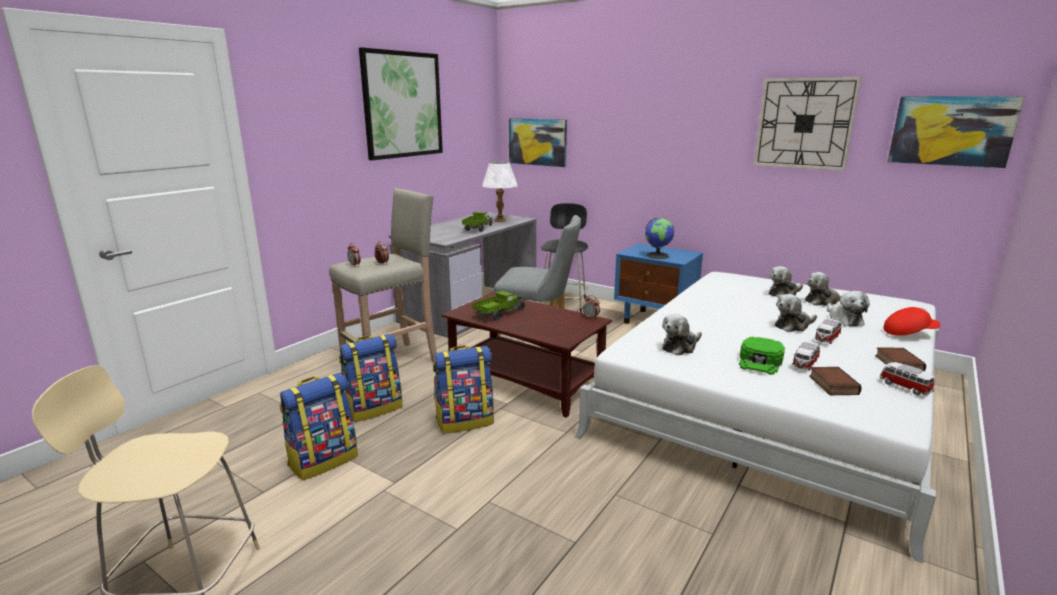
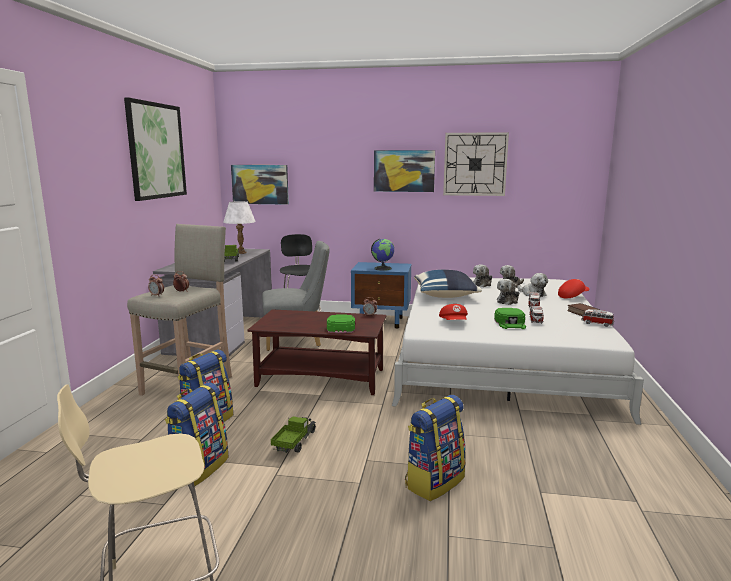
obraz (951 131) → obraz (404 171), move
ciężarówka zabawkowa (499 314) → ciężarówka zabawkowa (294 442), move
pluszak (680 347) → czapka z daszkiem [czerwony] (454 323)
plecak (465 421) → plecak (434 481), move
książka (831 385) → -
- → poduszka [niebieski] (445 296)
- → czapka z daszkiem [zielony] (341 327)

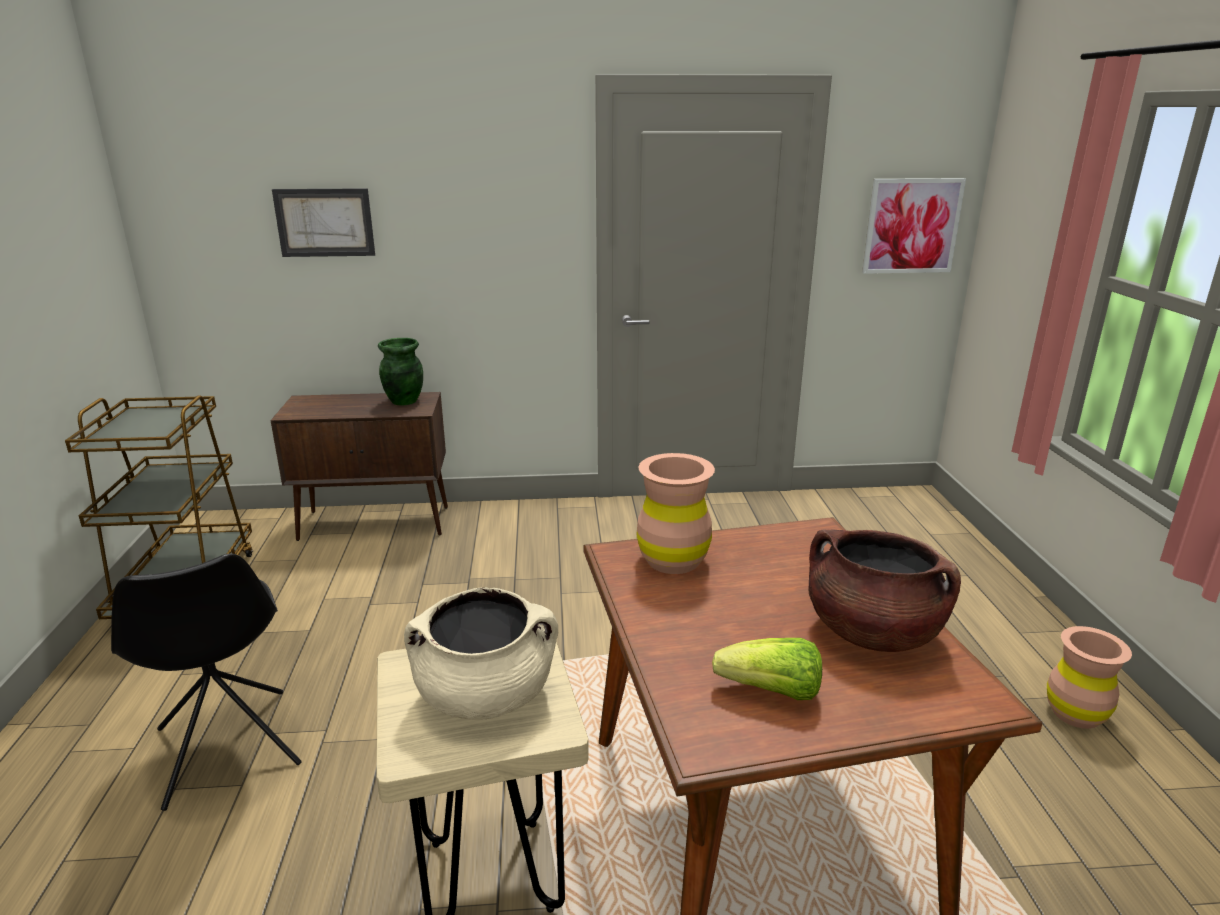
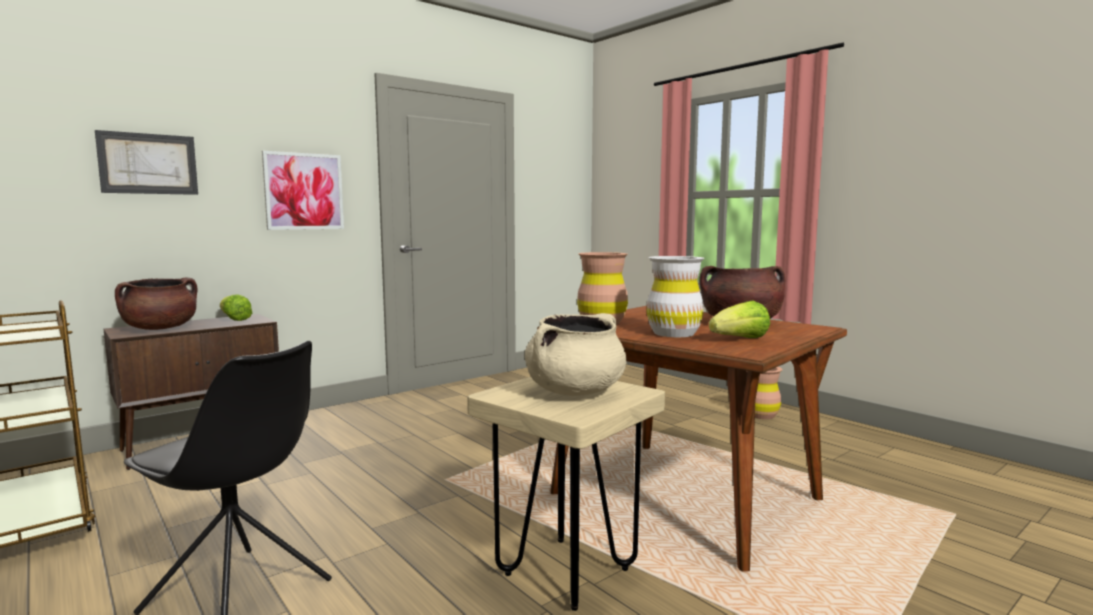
obraz (912 226) → obraz (304 191), move
wazon [zielony] (404 401) → sałata (234 319)
- → wazon [biały] (674 333)
- → garnek [brązowy] (160 328)

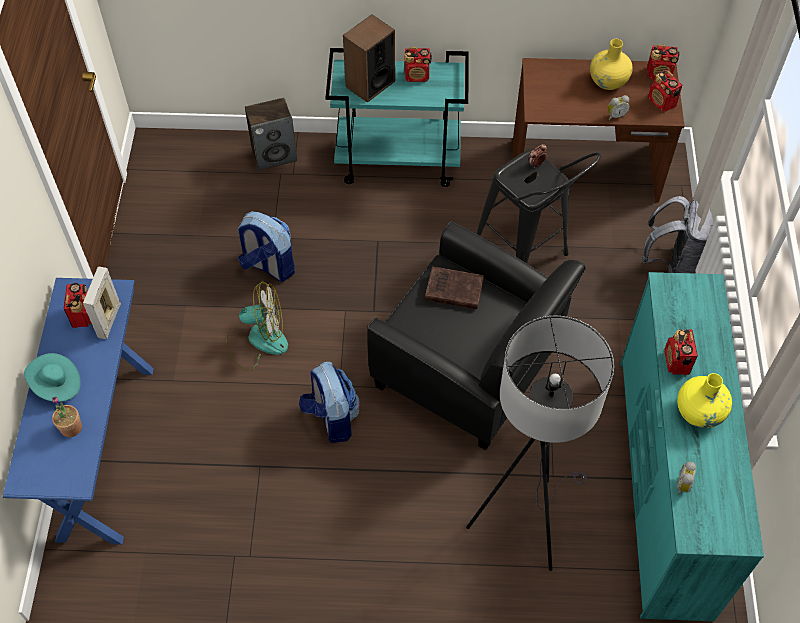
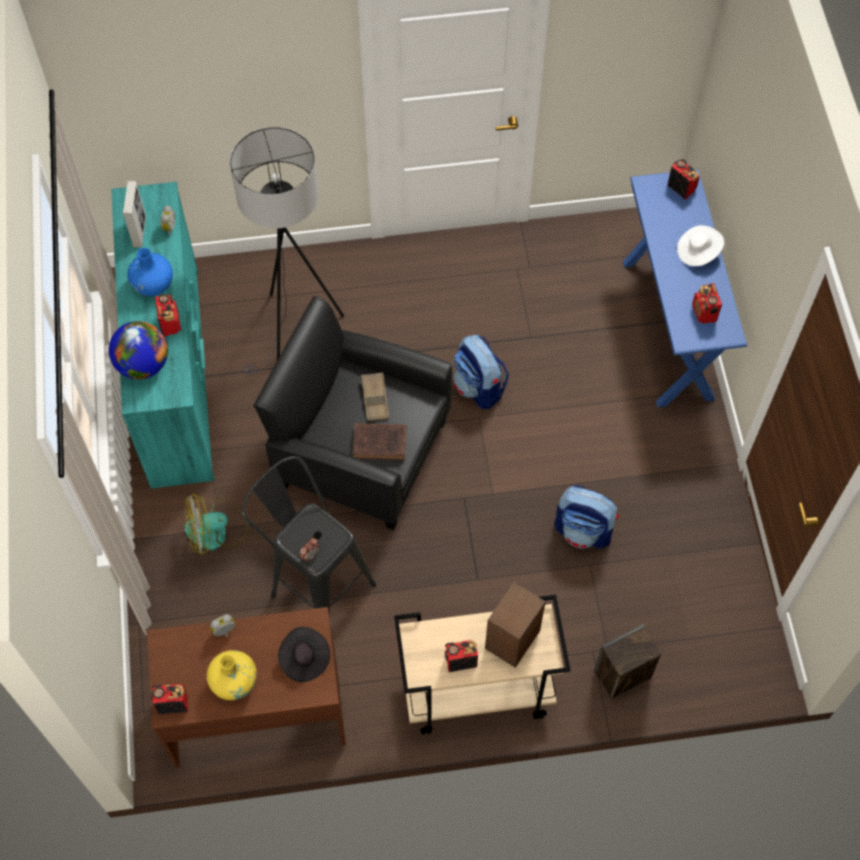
wózek [turkusowy] (399 160) → wózek [beżowy] (475 692)
radio (662 102) → radio (681 187), move
plecak [szary] (672 262) → -
ramka na zdjęcie (109 321) → ramka na zdjęcie (139 231), move
wentylator (258 340) → wentylator (216 531), move
kapelusz [turkusowy] (56 385) → kapelusz [biały] (697 252)
wazon [żółty] (699 412) → wazon [niebieski] (153 285)
roślina doniczkowa (71 428) → -
- → globus (143 364)
- → taca [brązowy] (375 399)
- → kapelusz [czarny] (304 659)

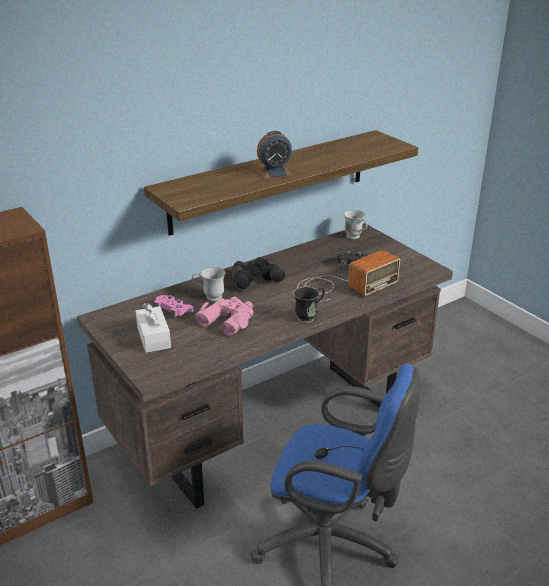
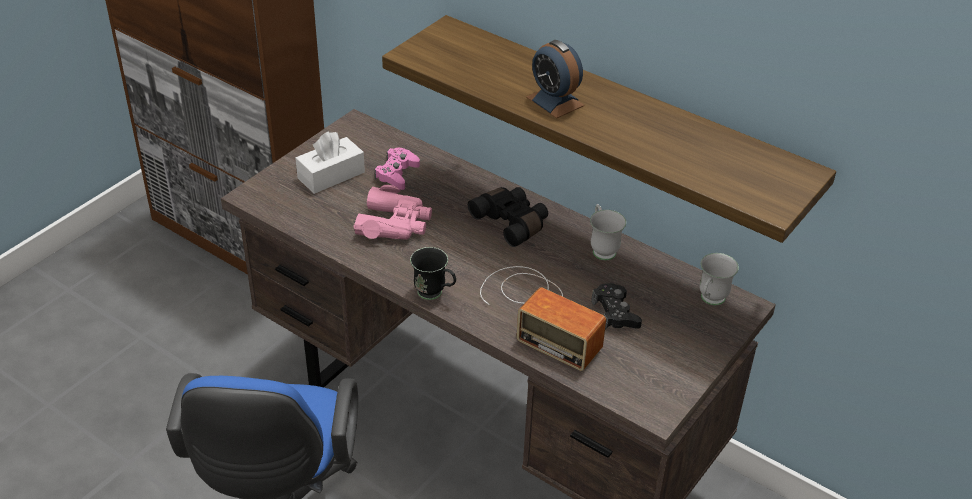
kubek [biały] (209 297) → kubek [biały] (602 248), move

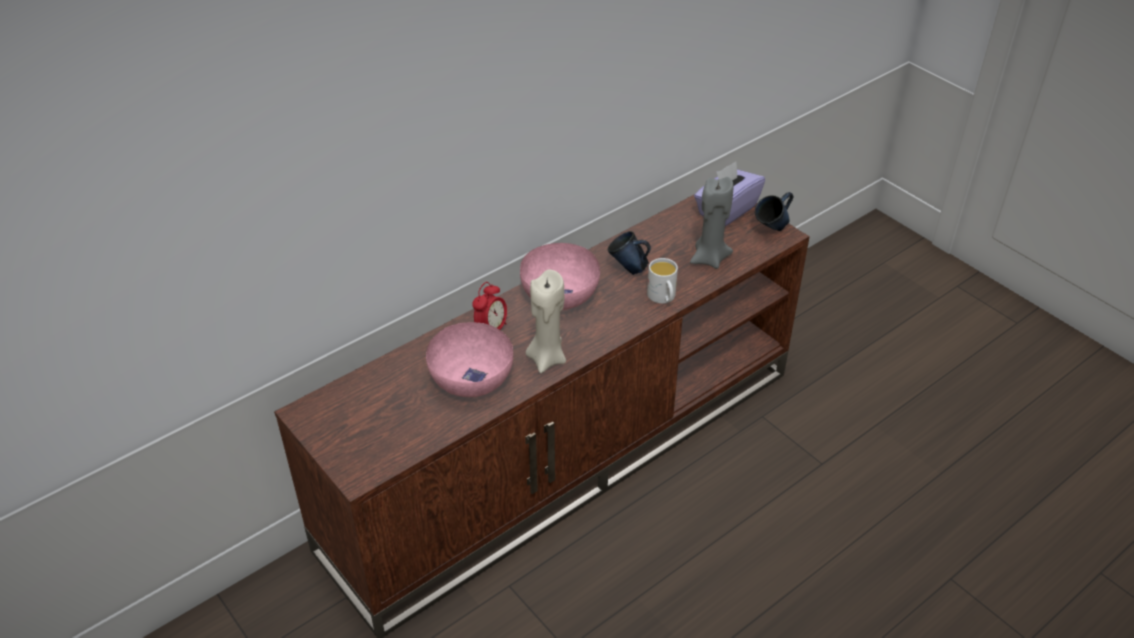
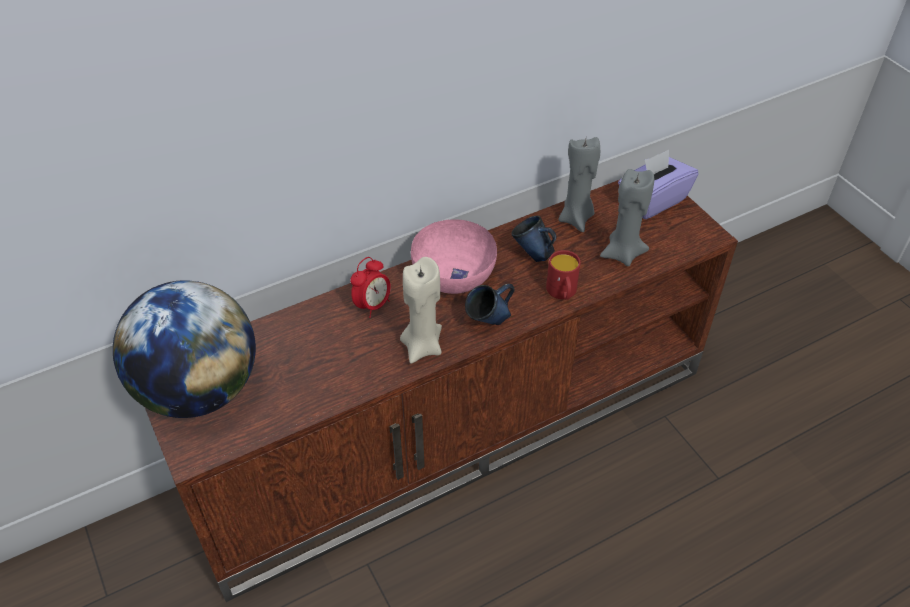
kubek [niebieski] (772 231) → kubek [niebieski] (489 323), move
kubek [biały] (663 298) → kubek [czerwony] (562 293)
miska [różowy] (470 379) → -
- → świeca [szary] (576 218)
- → globus (199 390)

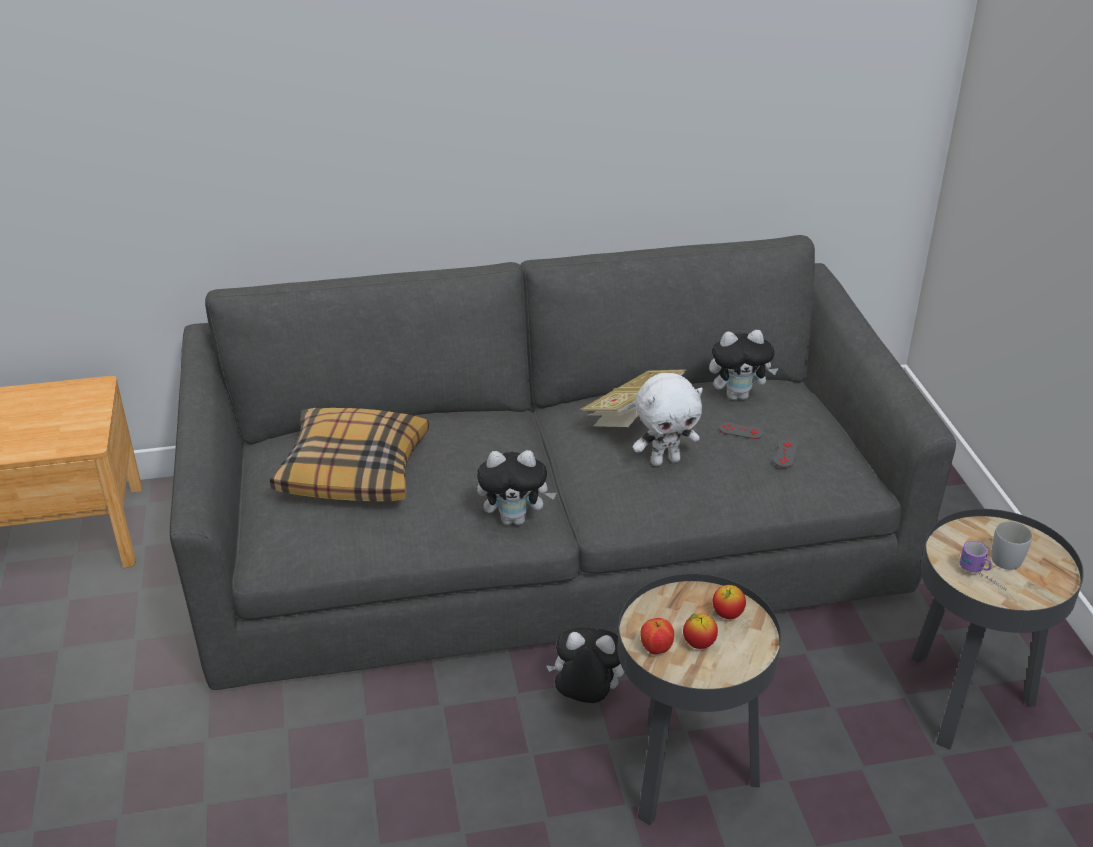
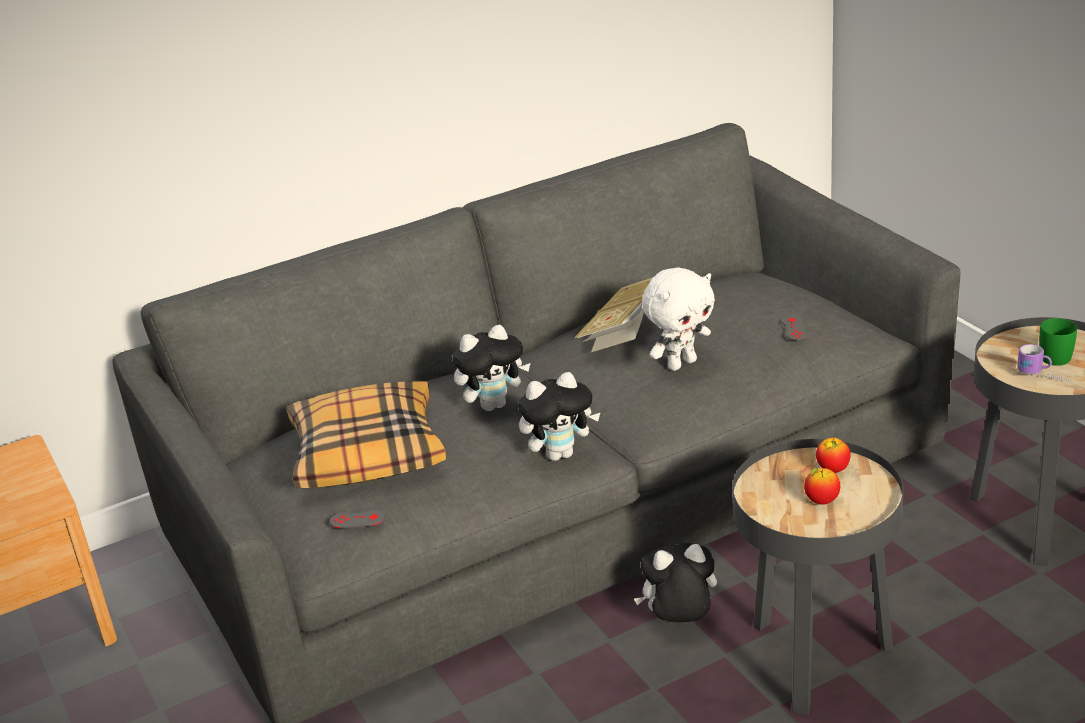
pluszak (738 395) → pluszak (494 404), move
pad do gier [szary] (740 431) → pad do gier [szary] (357 519), move
kubek [biały] (1008 556) → kubek [zielony] (1055 355)
jabłko (656 649) → -

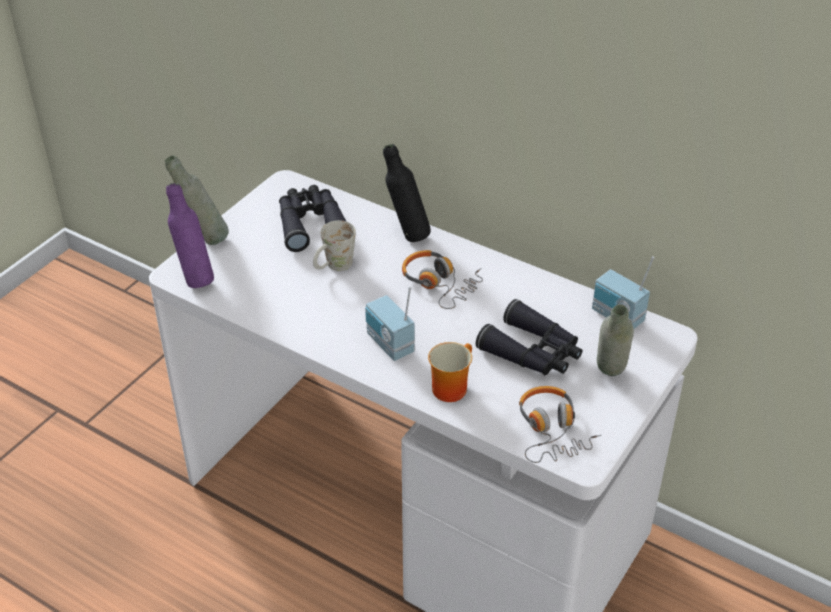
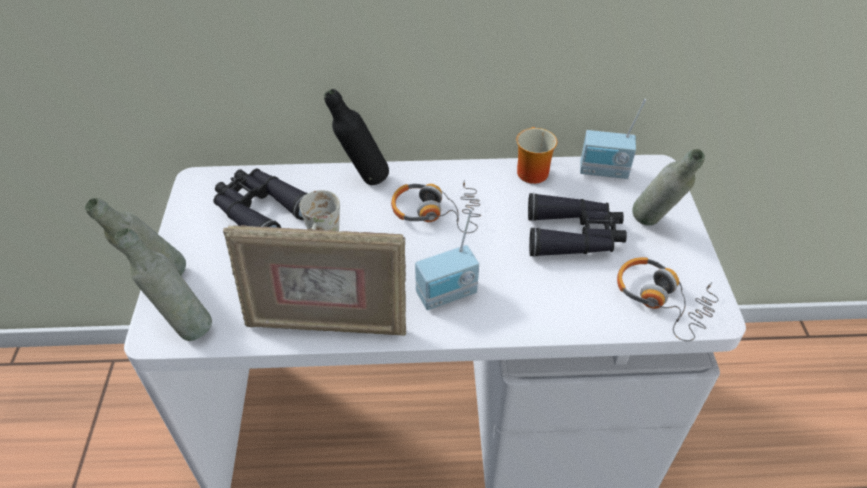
butelka [fioletowy] (195 278) → butelka [szary] (183 327)
radio (388 345) → radio (447 295), 45 degrees counterclockwise
kubek (449 386) → kubek (529 170), move
- → ramka na zdjęcie (327 324)

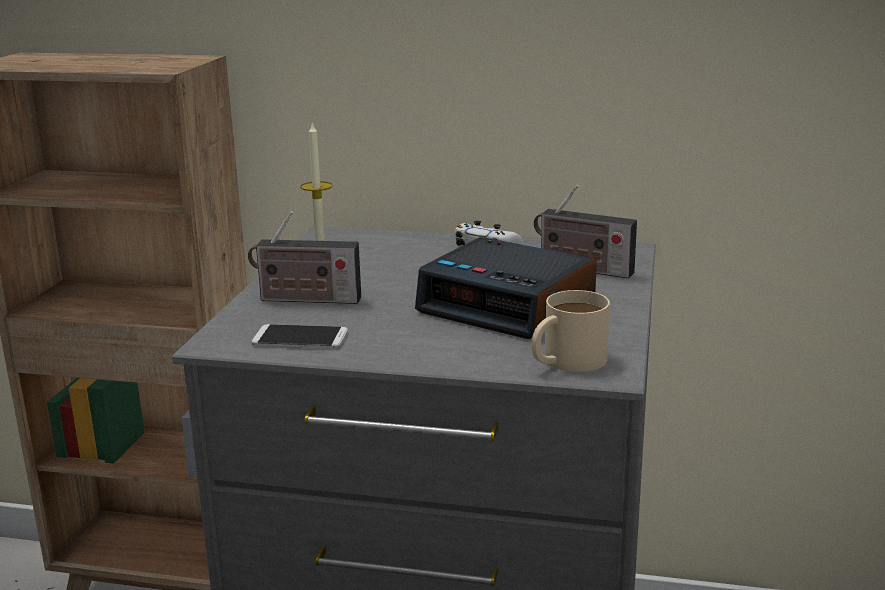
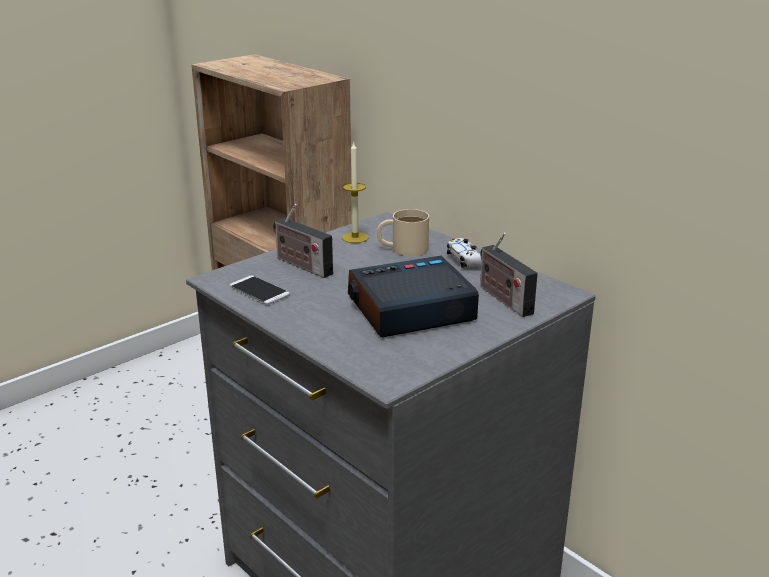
budzik (509 305) → budzik (409 310), 90 degrees clockwise
kubek [beżowy] (566 362) → kubek [beżowy] (402 249), move

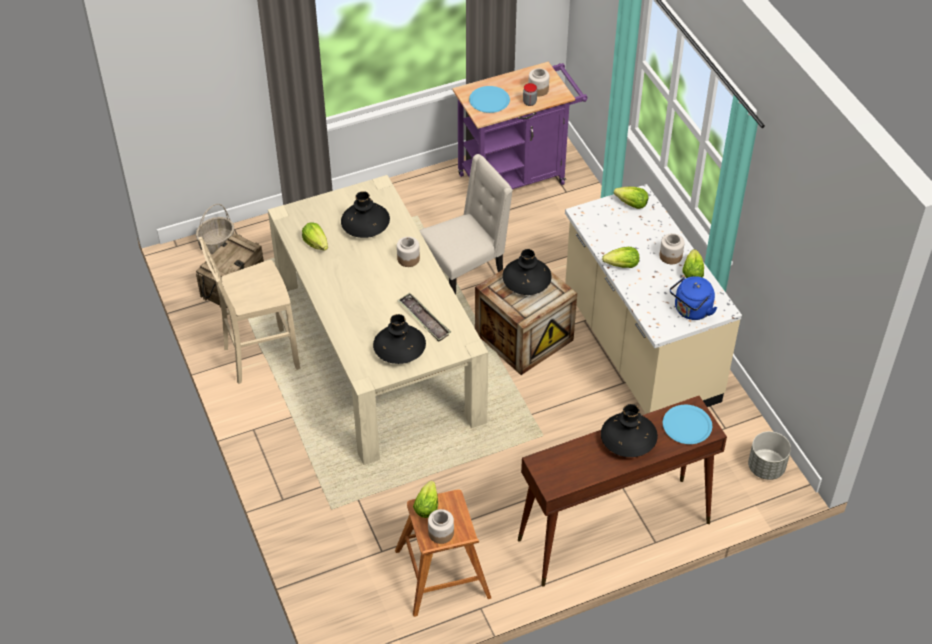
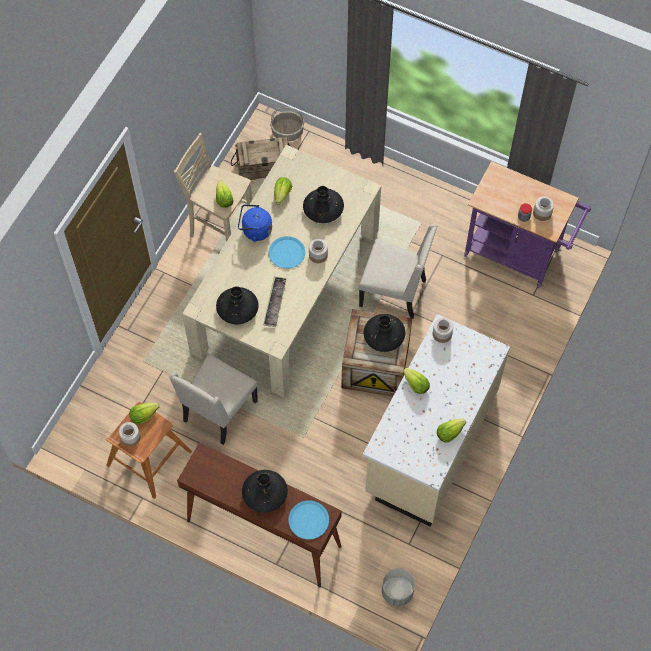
talerz [niebieski] (489 100) → talerz [niebieski] (286 253), move
sałata (631 204) → sałata (224 199), move
słoik (671 256) → słoik (442 334), move
czajnik [niebieski] (691 311) → czajnik [niebieski] (255 230), move
- → krzesło [beżowy] (218 412)

